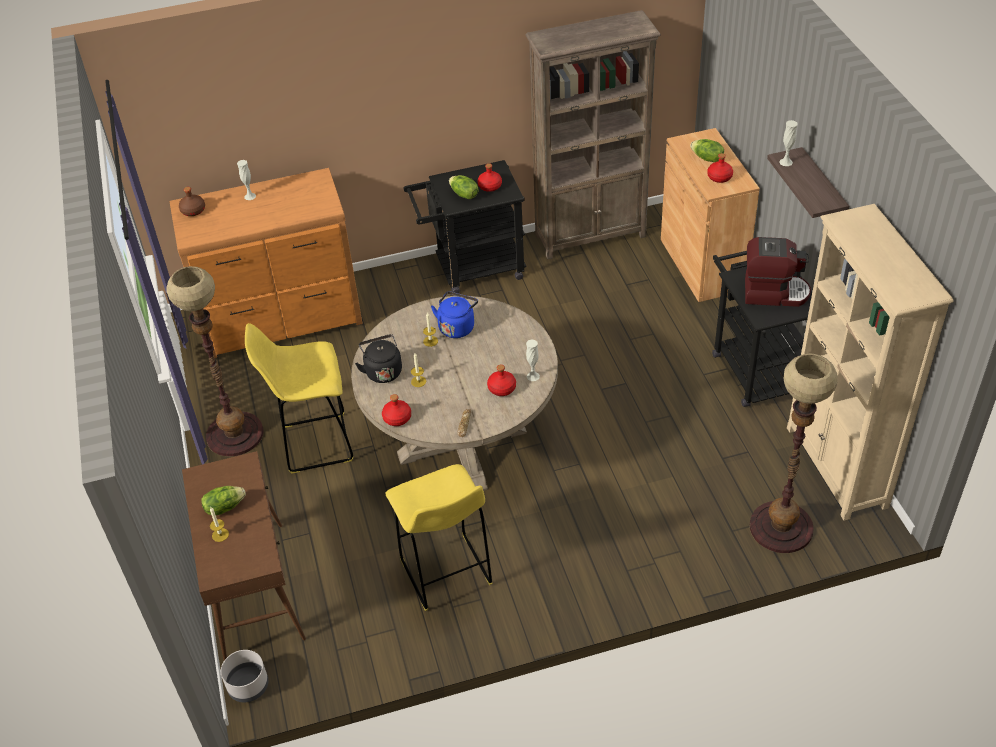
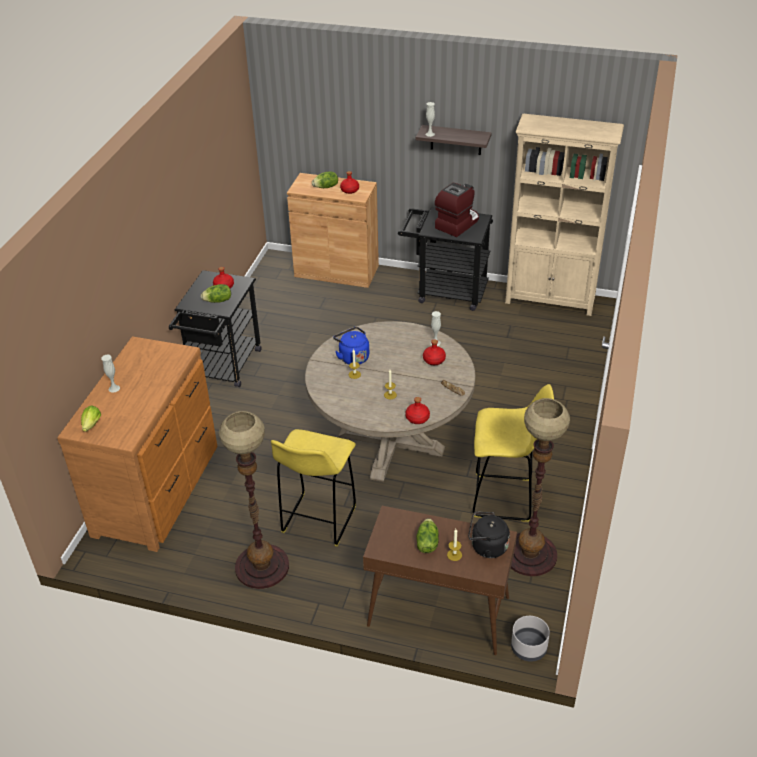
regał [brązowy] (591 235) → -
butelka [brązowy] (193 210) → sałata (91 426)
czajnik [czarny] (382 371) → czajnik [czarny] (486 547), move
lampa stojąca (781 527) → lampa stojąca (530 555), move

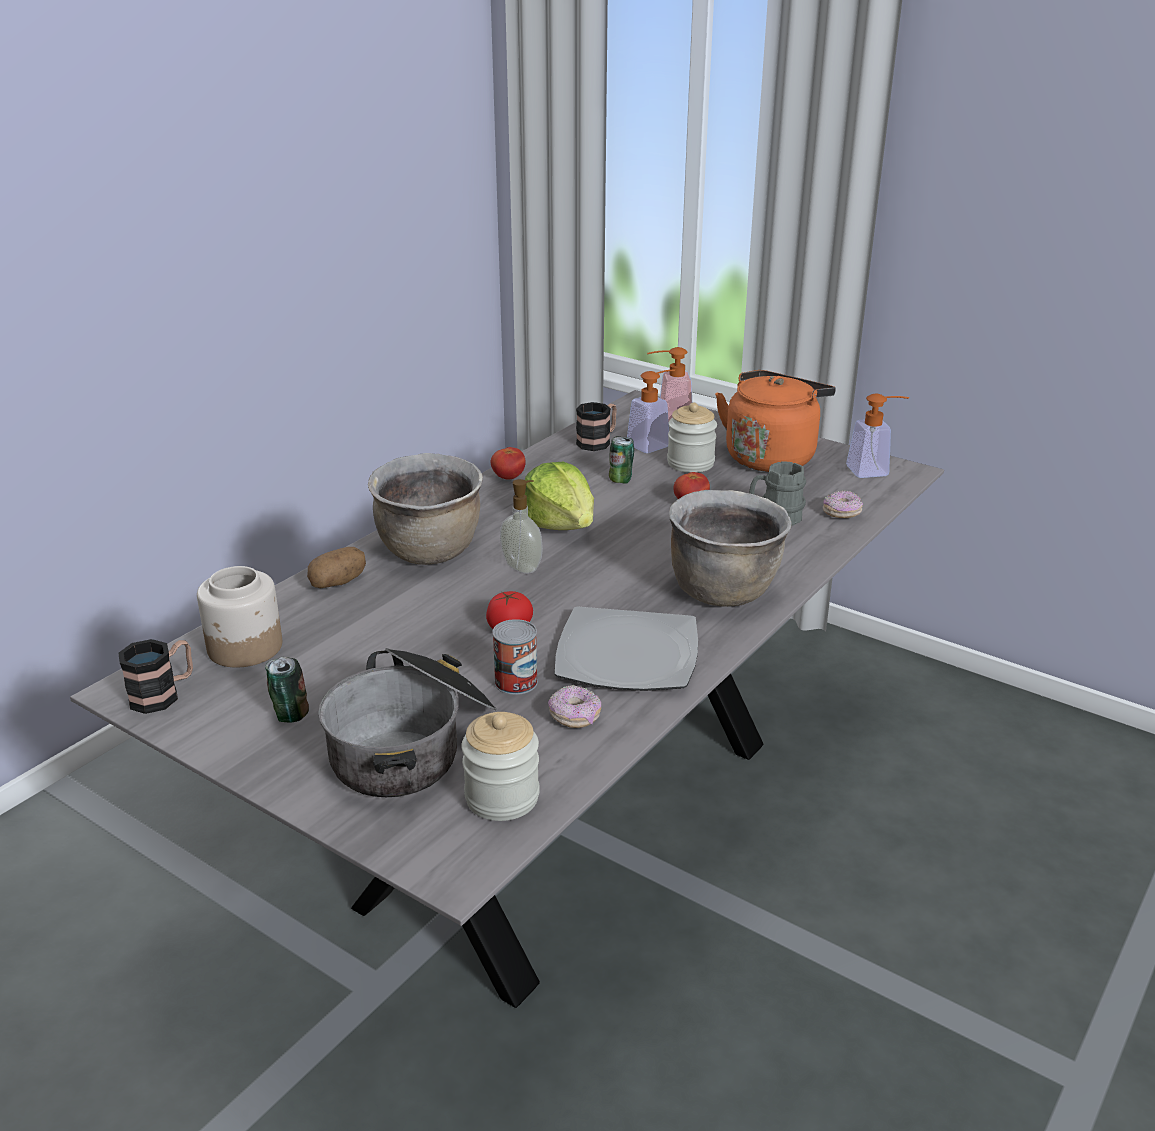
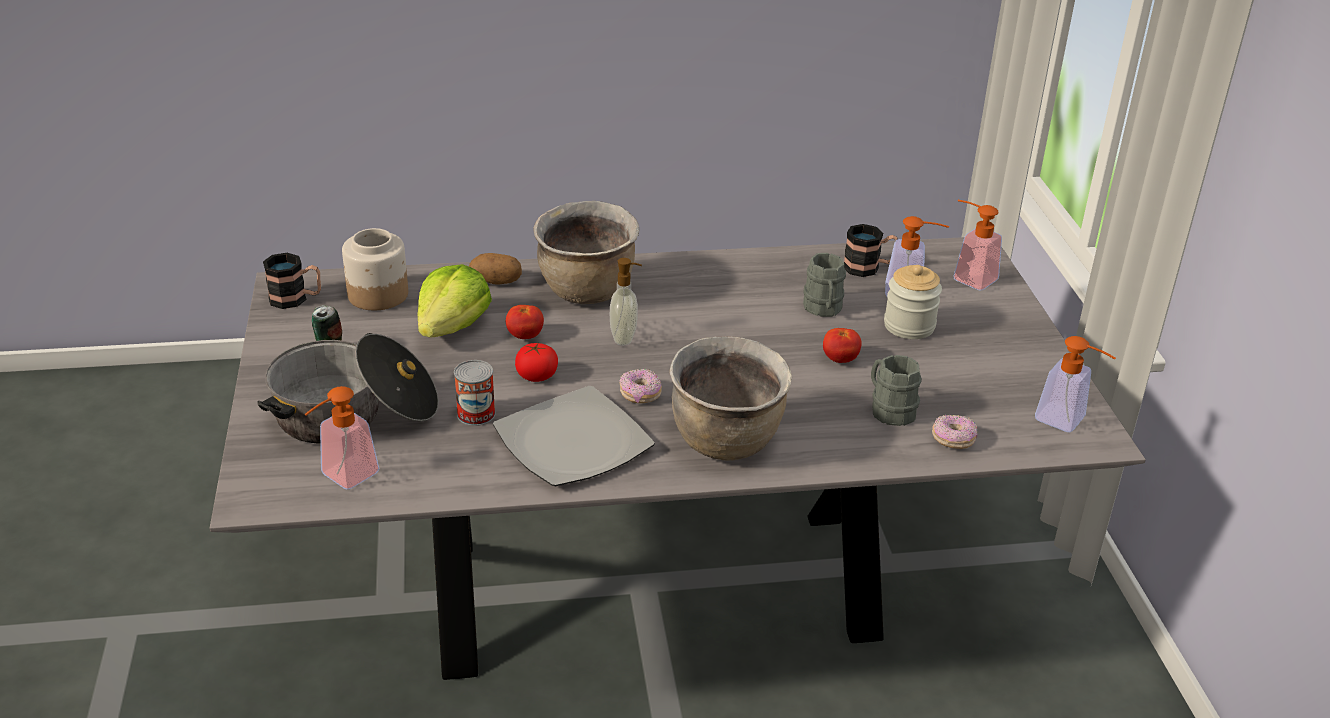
czajnik [pomarańczowy] (771 456) → -
puszka (620 480) → kubek [szary] (823 309)
pomidor (508 478) → pomidor (525 336), move
sałata (561 523) → sałata (452 327), move
donut (575 717) → donut (640 394), move
słoik (502 797) → dozownik mydła (342 478)

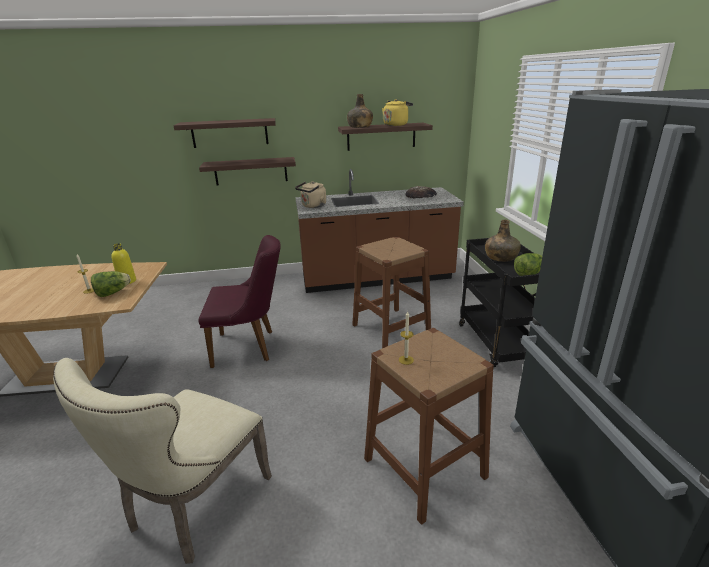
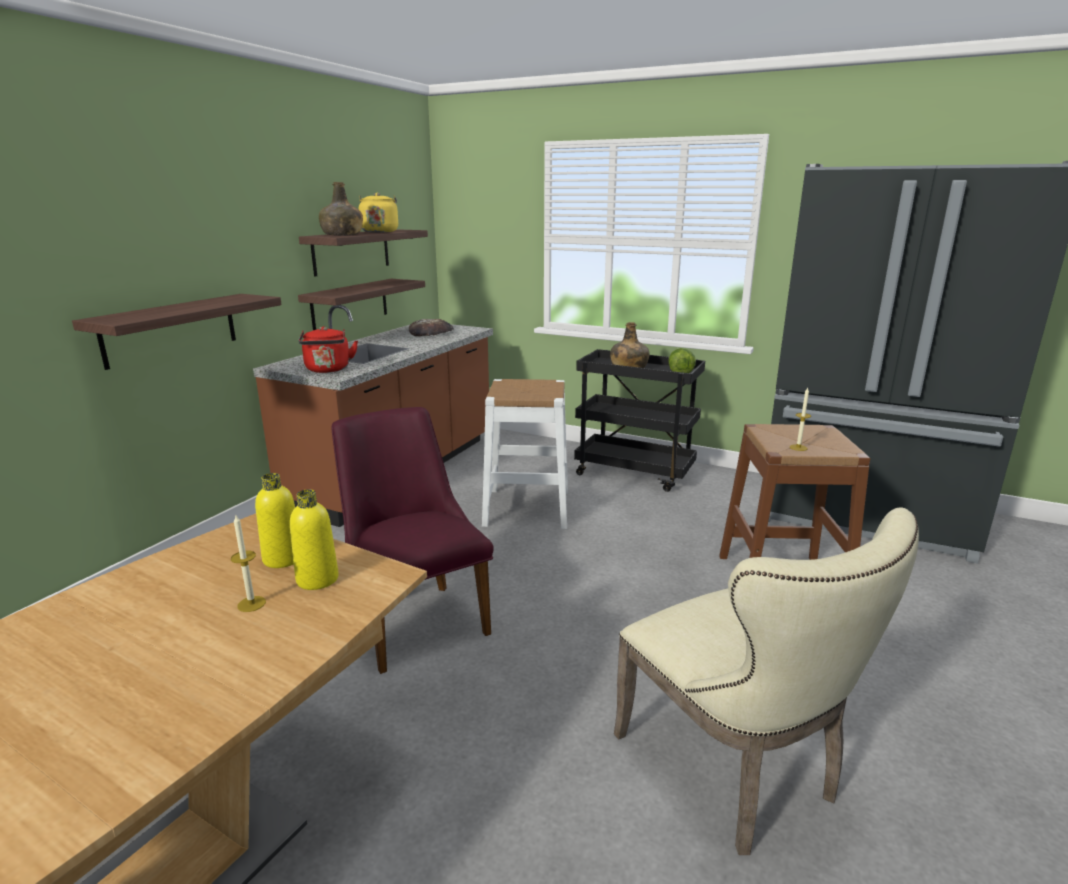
półka (230 133) → półka (350 304), move
czajnik [beżowy] (313 206) → czajnik [czerwony] (328 370)
krzesło [fioletowy] (250 347) → krzesło [fioletowy] (414 617), 60 degrees counterclockwise
stołek [brązowy] (391 328) → stołek [biały] (527 508)
sałata (112 293) → butelka [żółty] (317 579)

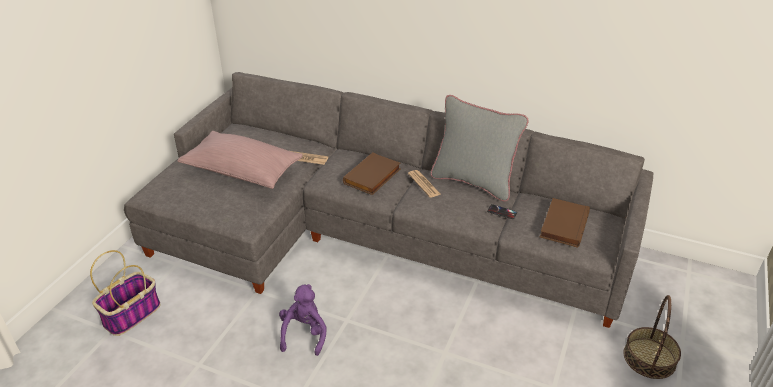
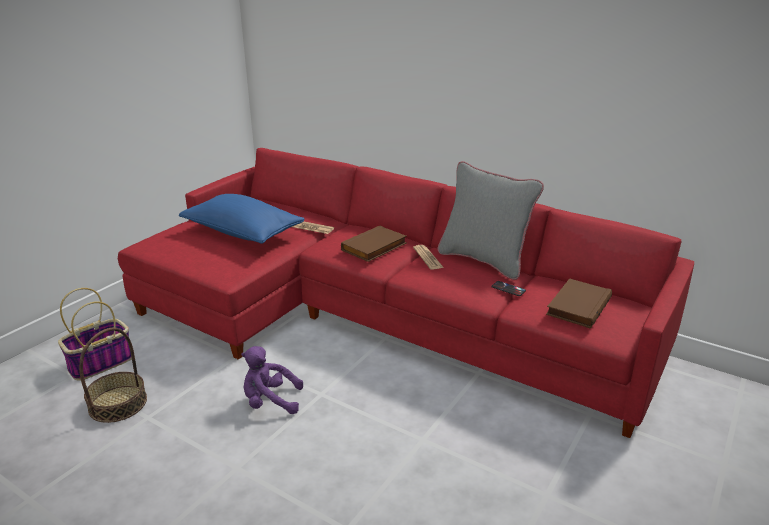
kanapa [szary] (371 232) → kanapa [czerwony] (374 316)
poduszka [różowy] (242 171) → poduszka [niebieski] (243 233)
pluszak [fioletowy] (304 334) → pluszak [fioletowy] (270 402), 105 degrees counterclockwise
koszyk (649 358) → koszyk (118 403), move

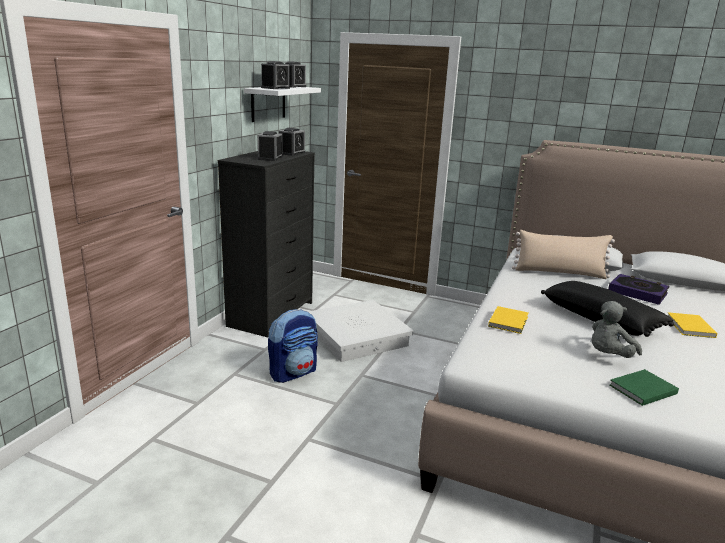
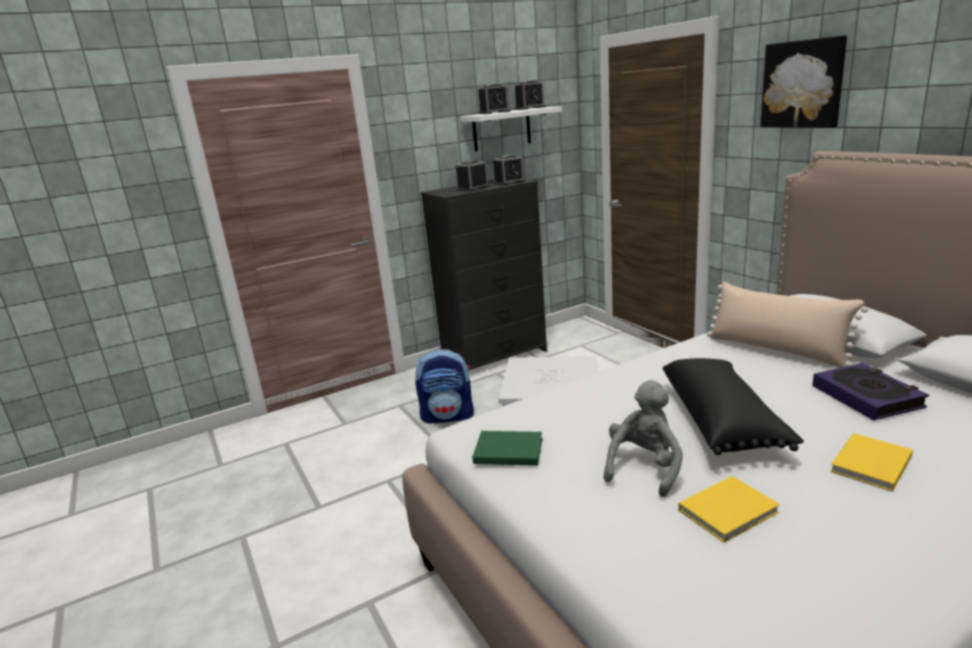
pluszak [szary] (608 356) → pluszak [szary] (644 468), 120 degrees clockwise
książka [żółty] (509 321) → książka [żółty] (730 511), move
książka [zielony] (641 389) → książka [zielony] (506 450), move
- → obraz (803 84)

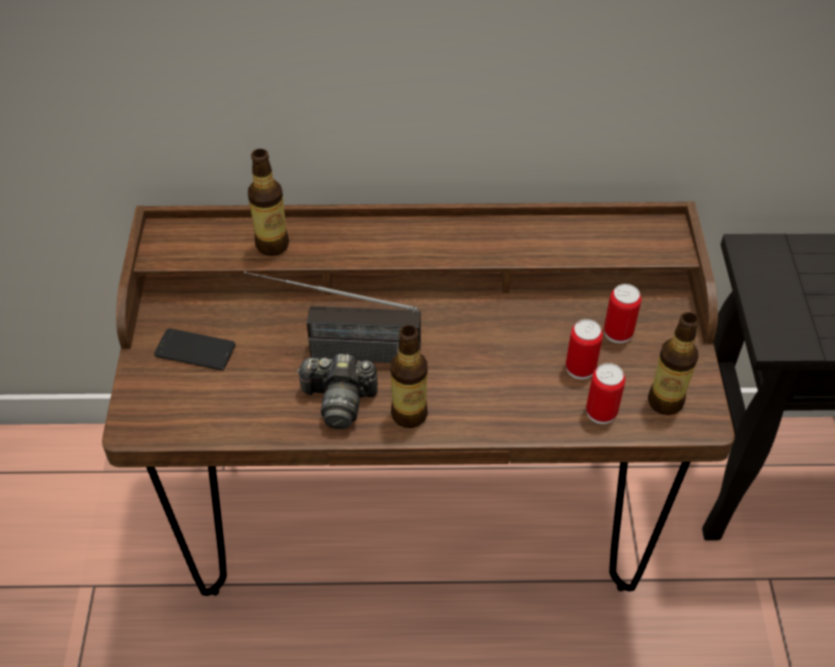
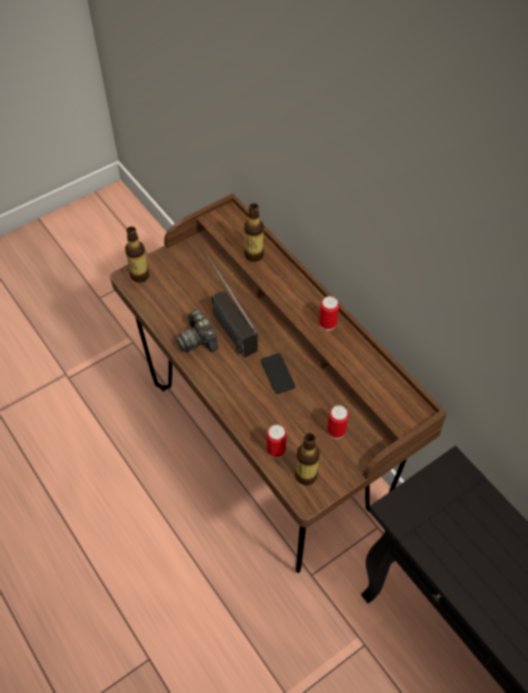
puszka (580 368) → puszka (327 323), move
butelka (409 414) → butelka (140 276), move
telefon (195 350) → telefon (277 373), move

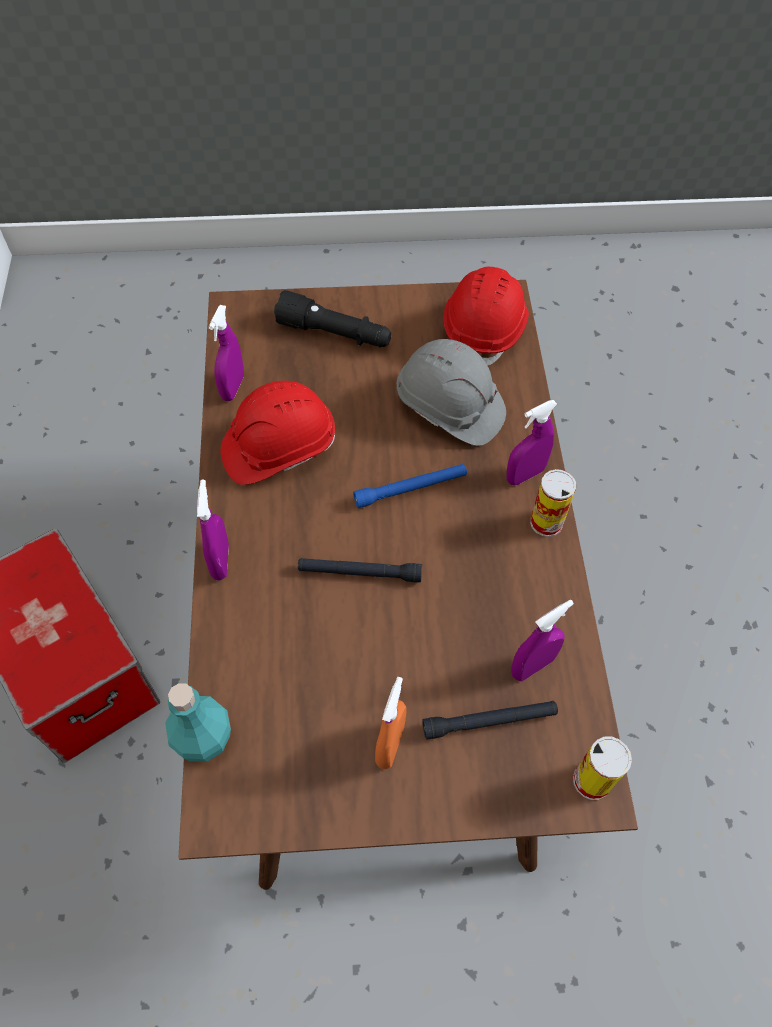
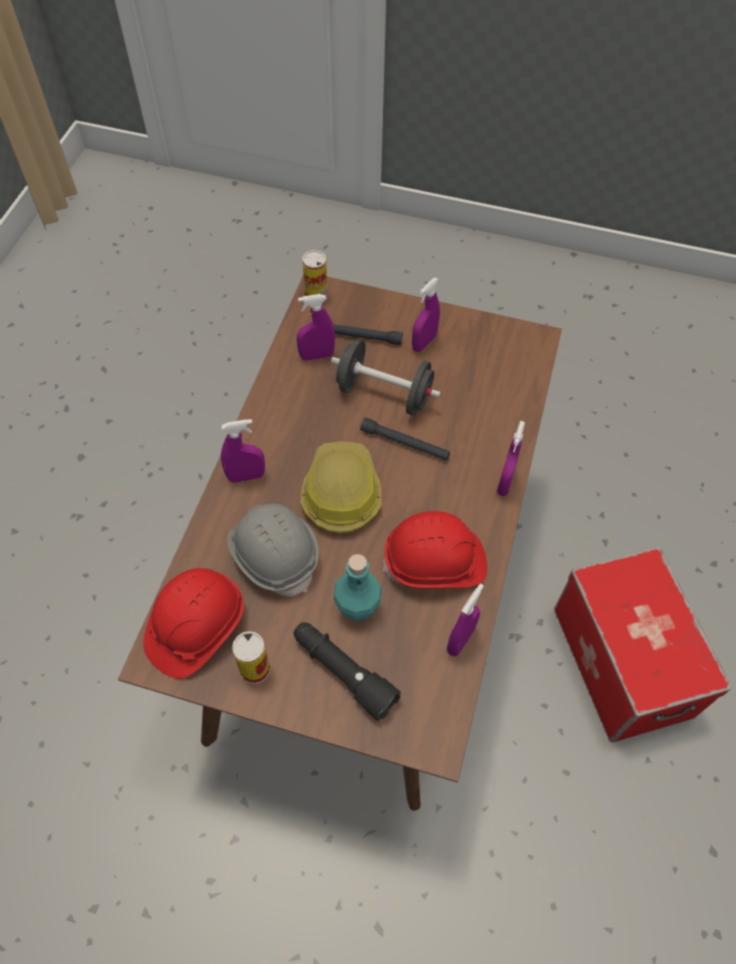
latarka [niebieski] (410 489) → kask (340 493)
puszka (546 522) → puszka (255 669), move
spryskiwacz [pomarańczowy] (390 745) → spryskiwacz [fioletowy] (424 343)
butelka [turkusowy] (206 742) → butelka [turkusowy] (357 608), move
- → hantel [czarny] (384 393)

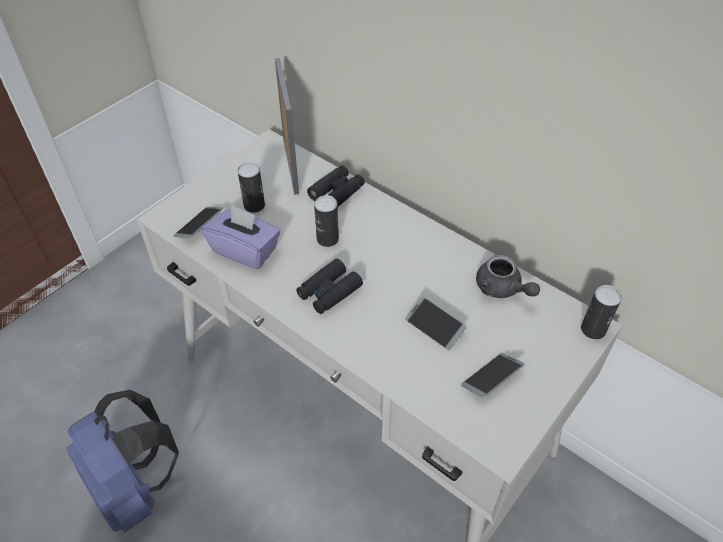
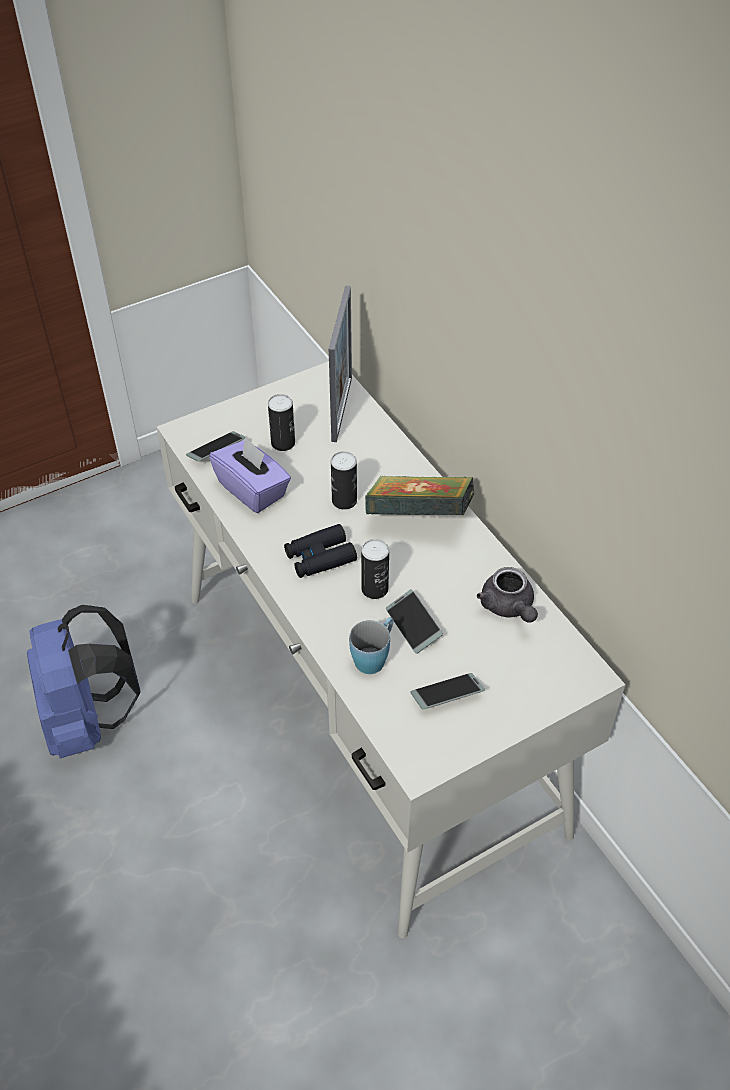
lornetka [czarny] (336 192) → -
puszka (593 329) → puszka (374 589), move
- → książka (419 517)
- → kubek [niebieski] (374 656)

